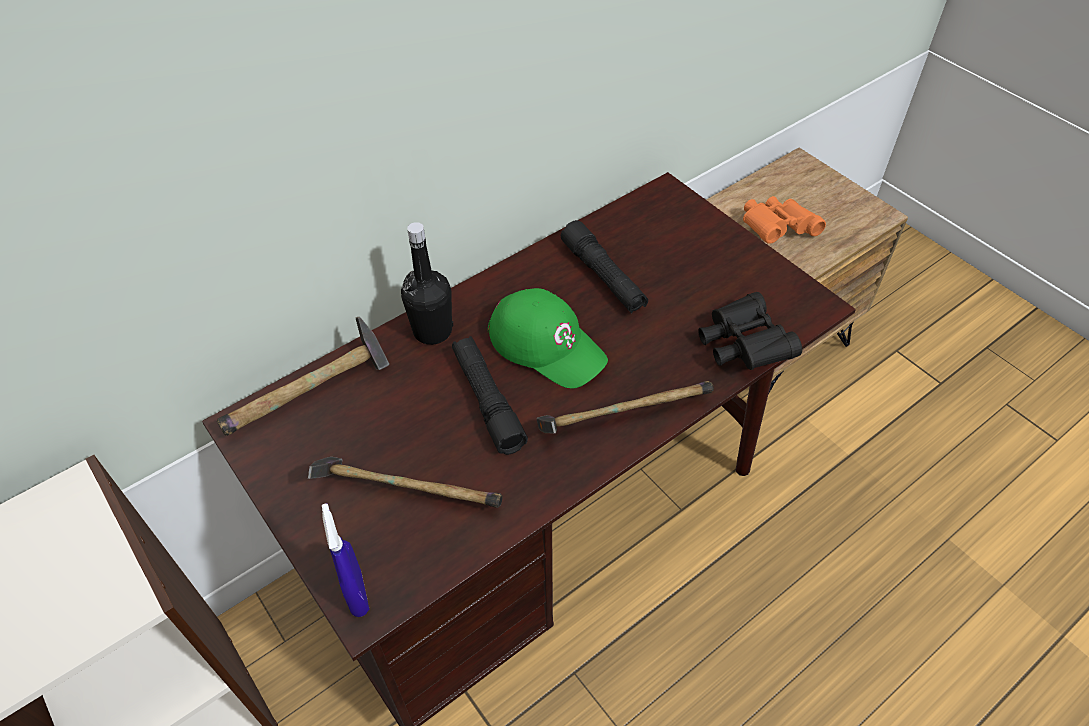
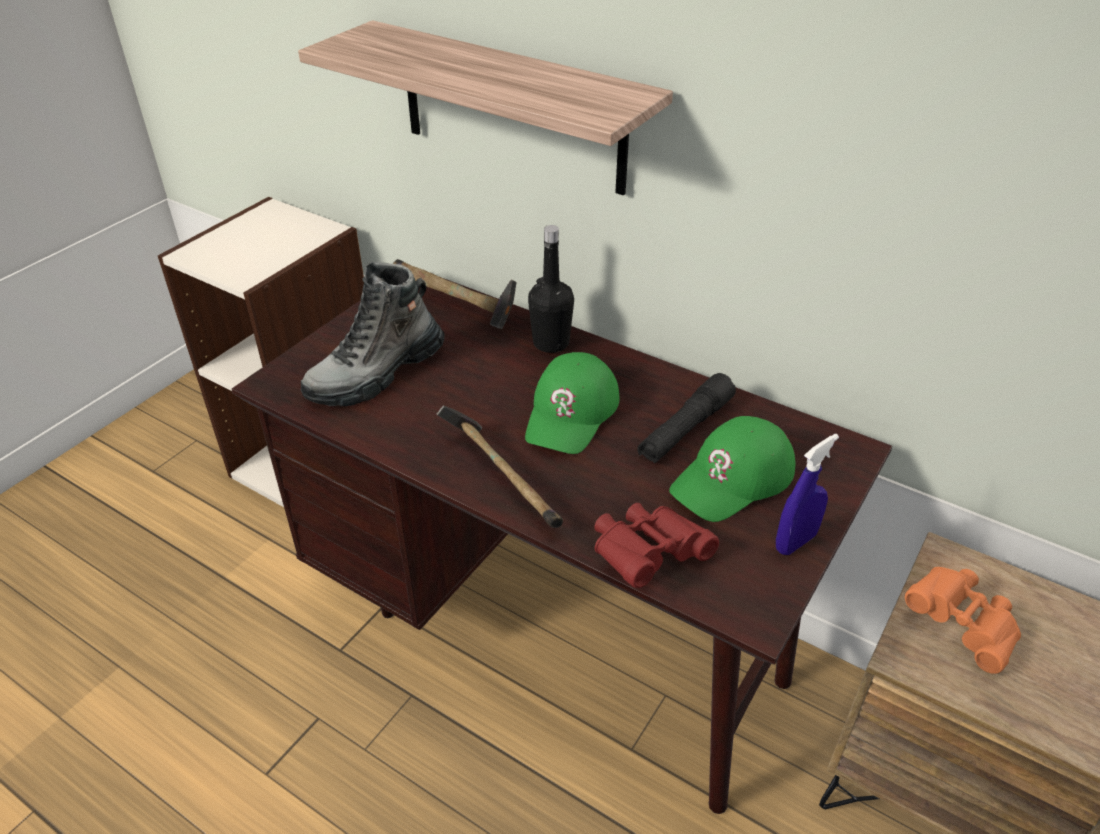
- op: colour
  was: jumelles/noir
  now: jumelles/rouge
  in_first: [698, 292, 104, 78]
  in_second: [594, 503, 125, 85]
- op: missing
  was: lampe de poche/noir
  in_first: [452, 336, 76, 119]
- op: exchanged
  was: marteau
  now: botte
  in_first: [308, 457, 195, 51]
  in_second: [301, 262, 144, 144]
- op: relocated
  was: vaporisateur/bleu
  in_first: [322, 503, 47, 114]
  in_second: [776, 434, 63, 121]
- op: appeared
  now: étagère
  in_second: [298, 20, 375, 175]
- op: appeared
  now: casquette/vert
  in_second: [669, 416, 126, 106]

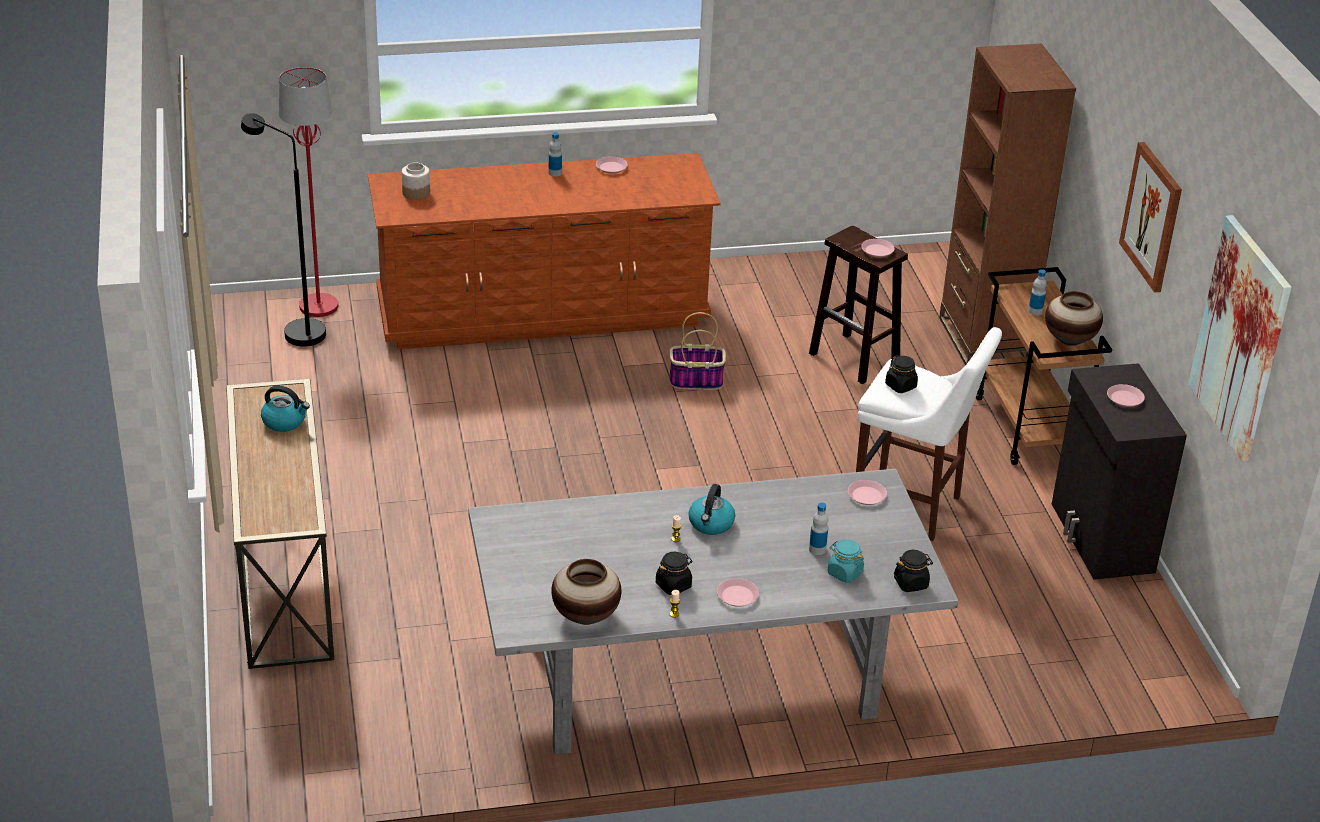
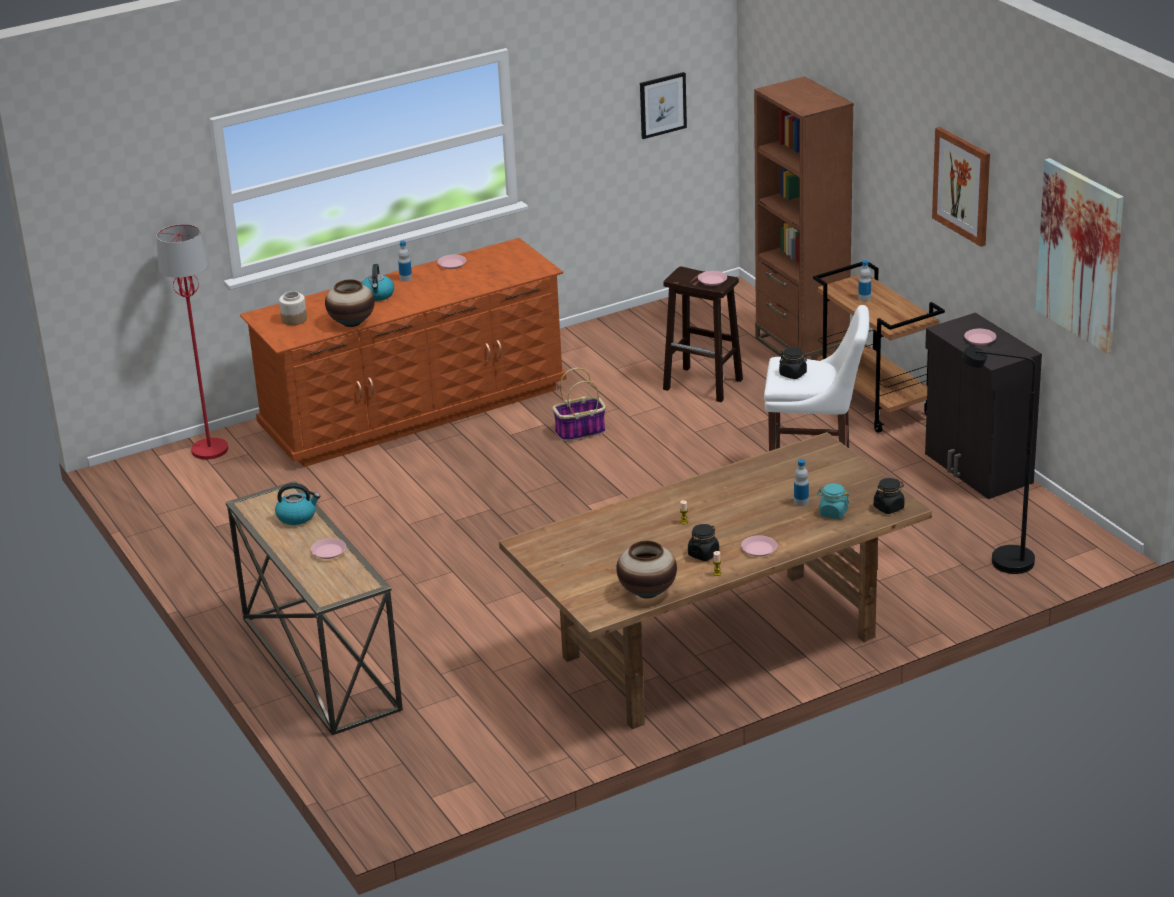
- op: relocated
  was: lampadaire/noir
  in_first: [241, 113, 85, 234]
  in_second: [962, 347, 73, 227]
- op: relocated
  was: vase
  in_first: [1045, 291, 58, 55]
  in_second: [325, 279, 50, 48]
- op: colour
  was: table à manger/gris
  now: table à manger/marron
  in_first: [468, 469, 490, 285]
  in_second: [499, 432, 433, 297]
- op: relocated
  was: assiette/rose
  in_first: [848, 480, 39, 25]
  in_second: [311, 538, 35, 21]
- op: relocated
  was: bouilloire
  in_first: [688, 484, 47, 51]
  in_second: [362, 264, 32, 37]
- op: appeared
  now: tableau
  in_second: [640, 72, 47, 67]

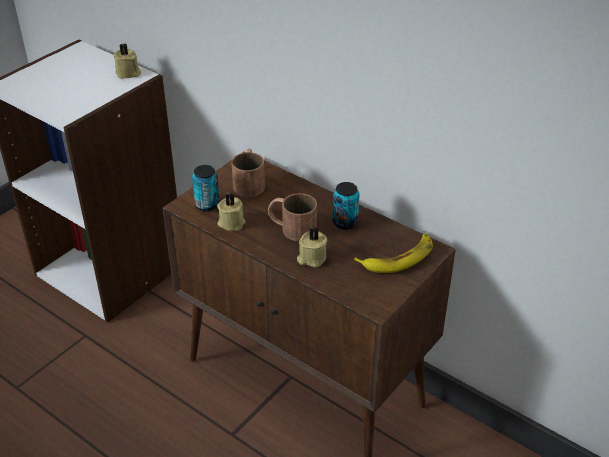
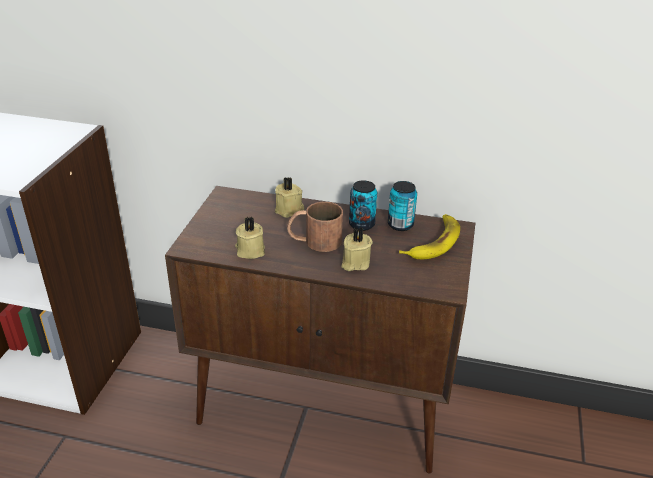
- op: relocated
  was: bougie/beige
  in_first: [113, 43, 28, 36]
  in_second: [275, 177, 29, 41]
- op: missing
  was: mug/marron
  in_first: [232, 149, 33, 48]
- op: relocated
  was: boîte métallique
  in_first: [192, 165, 28, 47]
  in_second: [388, 181, 29, 50]

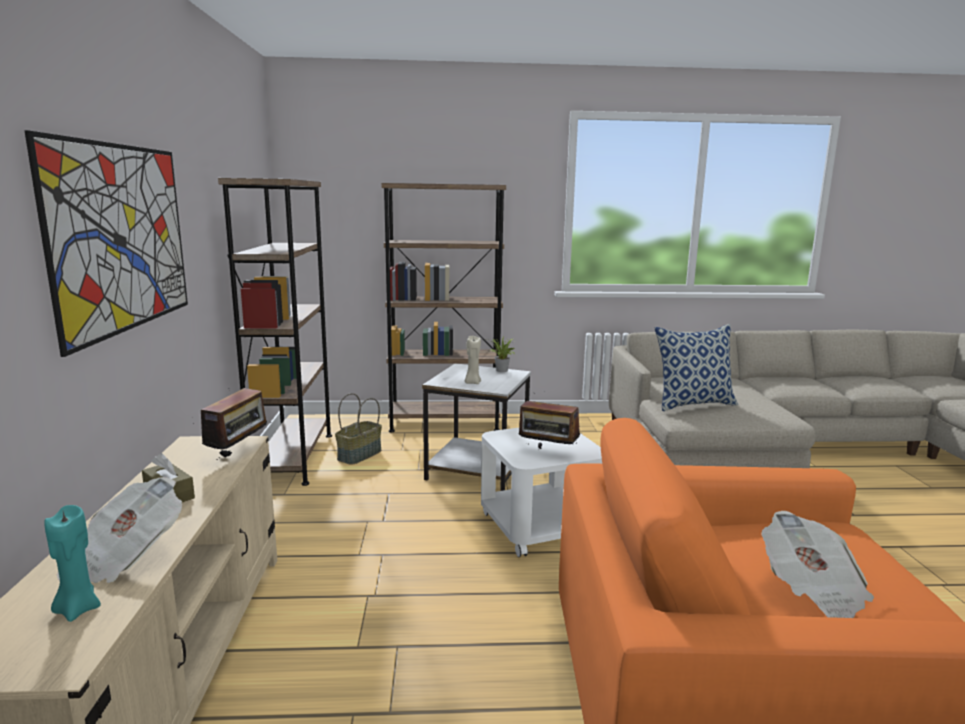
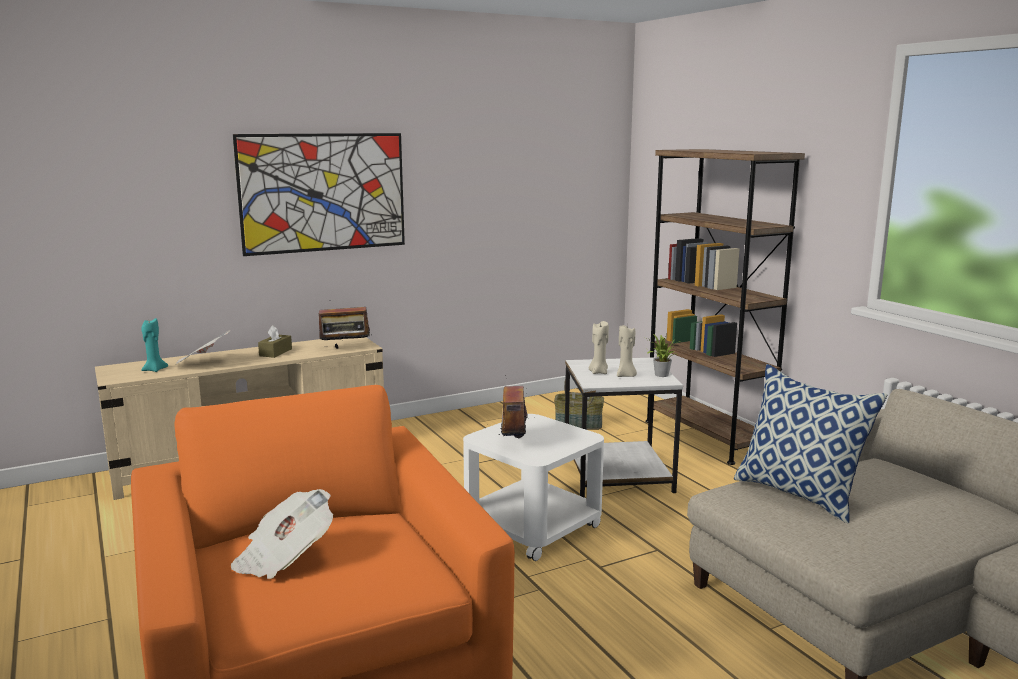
- op: missing
  was: bibliothèque/marron
  in_first: [218, 178, 114, 308]
- op: appeared
  now: bougie/beige
  in_second: [617, 324, 20, 53]

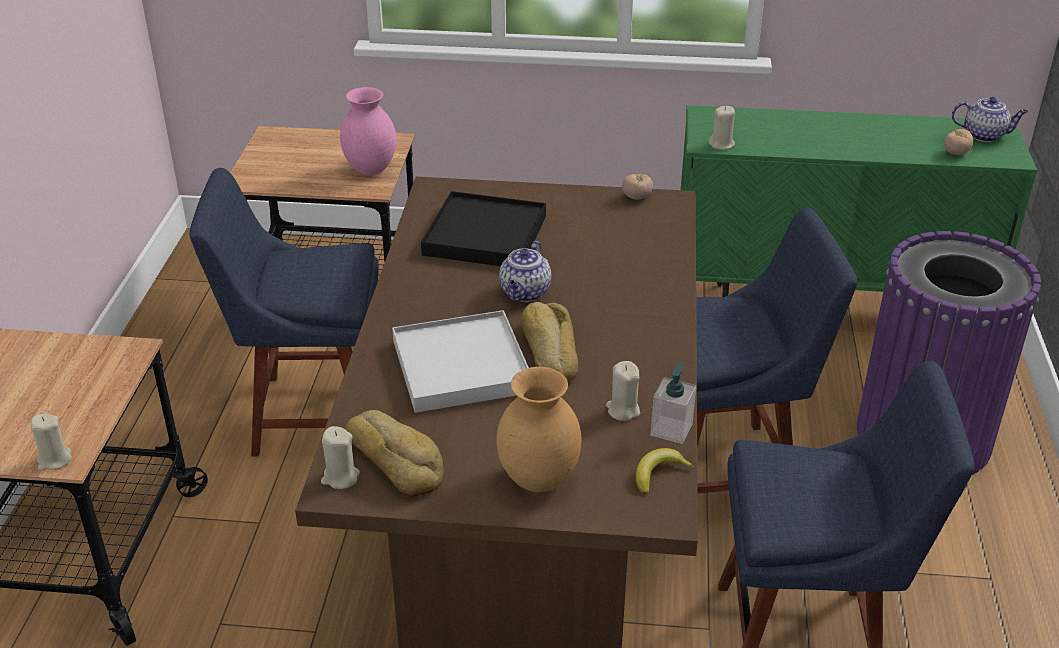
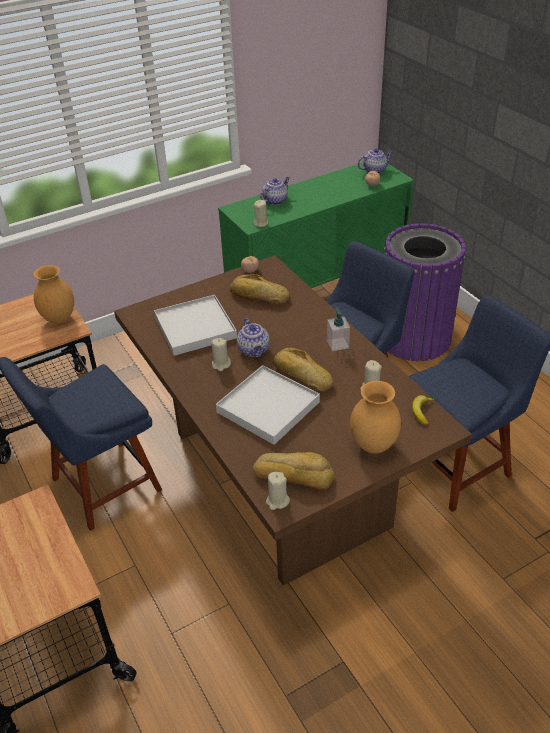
- op: colour
  was: vase/rose
  now: vase/marron
  in_first: [340, 87, 56, 88]
  in_second: [34, 265, 40, 59]
- op: colour
  was: plateau/noir
  now: plateau/blanc
  in_first: [421, 191, 125, 75]
  in_second: [154, 295, 83, 61]
- op: relocated
  was: distributeur de savon
  in_first: [651, 361, 45, 83]
  in_second: [327, 307, 23, 44]
- op: relocated
  was: bougie/beige
  in_first: [31, 414, 41, 56]
  in_second: [211, 338, 20, 33]
- op: appeared
  now: théière
  in_second: [260, 177, 30, 28]
- op: appeared
  now: pain
  in_second: [230, 274, 60, 31]

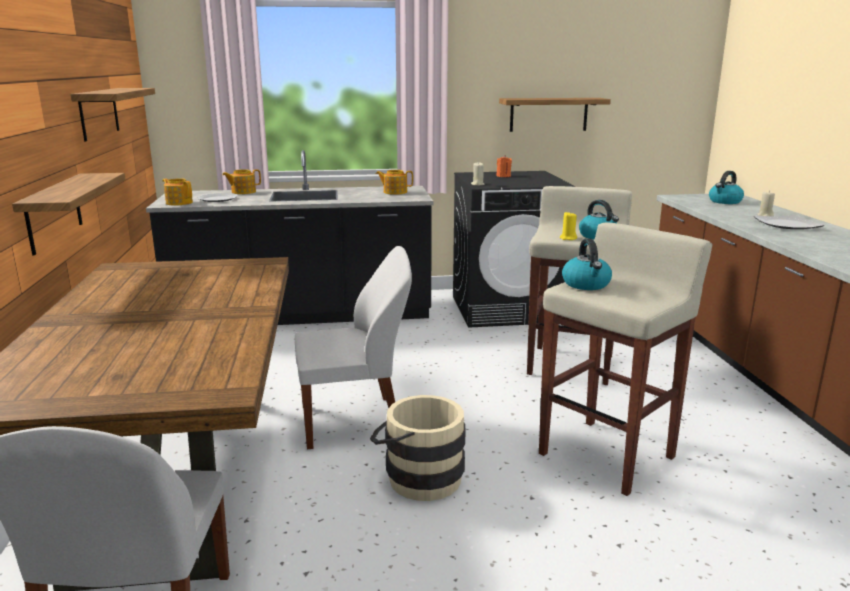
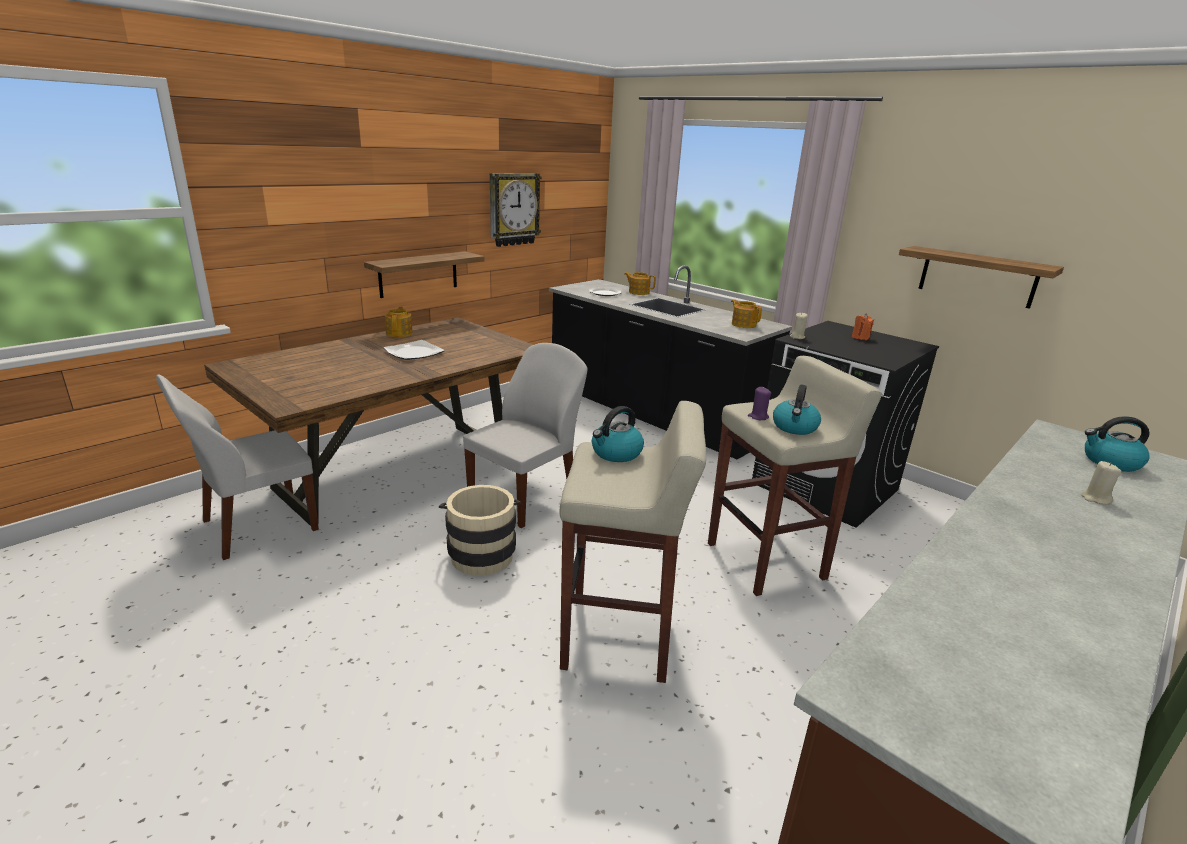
- op: exchanged
  was: étagère
  now: horloge murale
  in_first: [71, 88, 84, 53]
  in_second: [490, 173, 52, 74]
- op: relocated
  was: théière
  in_first: [163, 178, 30, 28]
  in_second: [385, 307, 28, 30]
- op: colour
  was: bougie/jaune
  now: bougie/violet
  in_first: [560, 211, 17, 29]
  in_second: [748, 387, 23, 33]
- op: relocated
  was: assiette
  in_first: [754, 215, 71, 14]
  in_second: [383, 340, 62, 20]
- op: spun
  was: chaise/blanc
  in_first: [295, 246, 117, 203]
  in_second: [463, 343, 124, 185]
  clockwise: -90

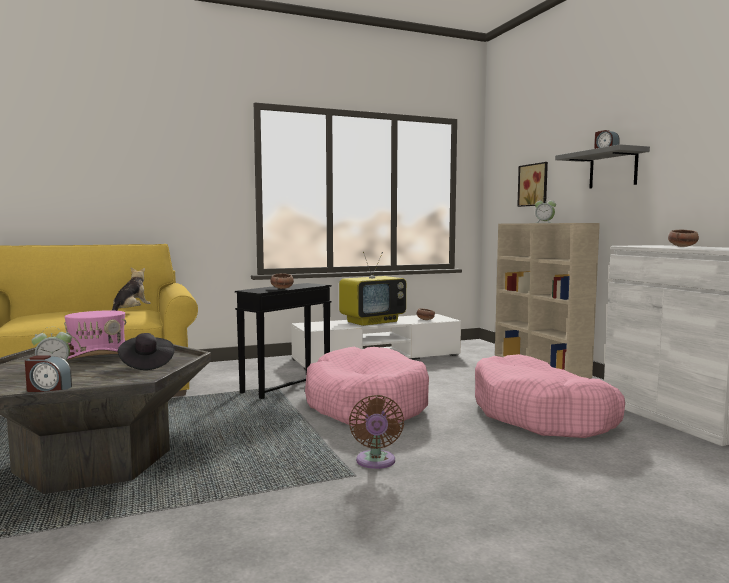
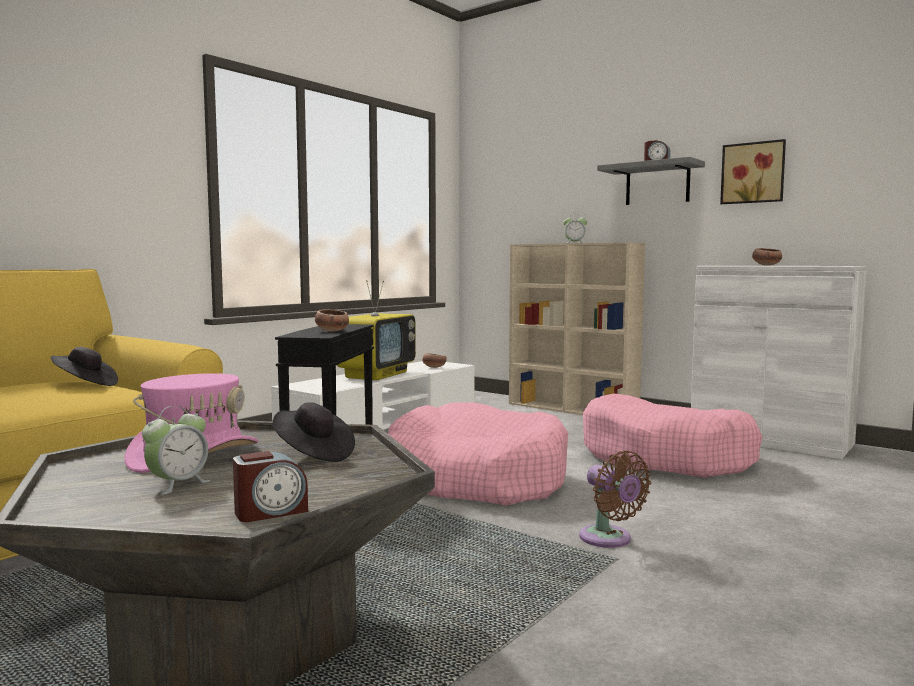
- op: relocated
  was: tableau
  in_first: [517, 162, 31, 45]
  in_second: [720, 139, 66, 65]
- op: exchanged
  was: peluche
  now: chapeau/noir
  in_first: [112, 267, 39, 44]
  in_second: [51, 347, 67, 39]

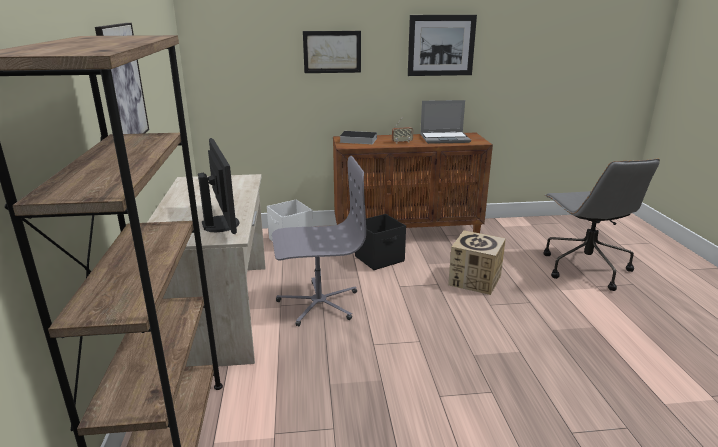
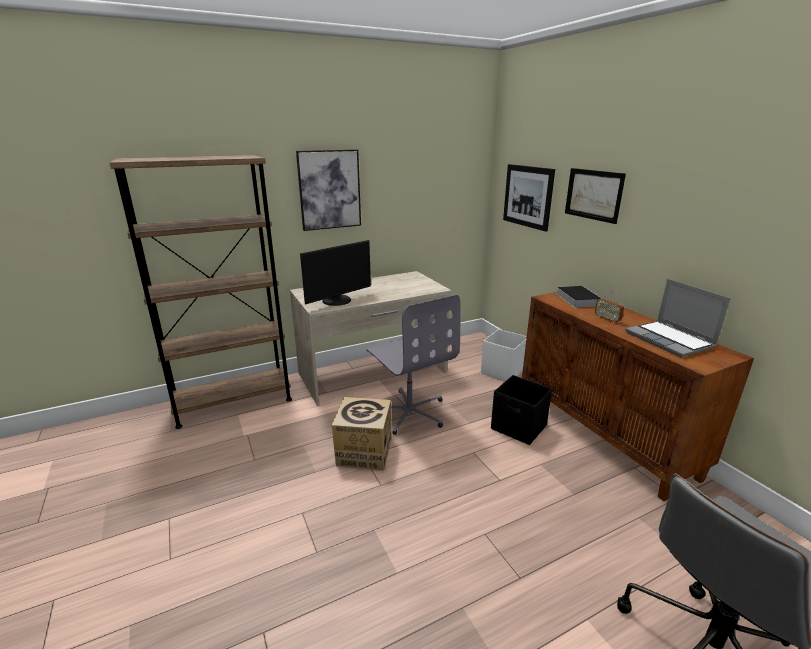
- op: relocated
  was: tableau
  in_first: [408, 15, 69, 61]
  in_second: [503, 164, 52, 68]
- op: relocated
  was: carton
  in_first: [448, 230, 58, 65]
  in_second: [332, 397, 59, 74]

